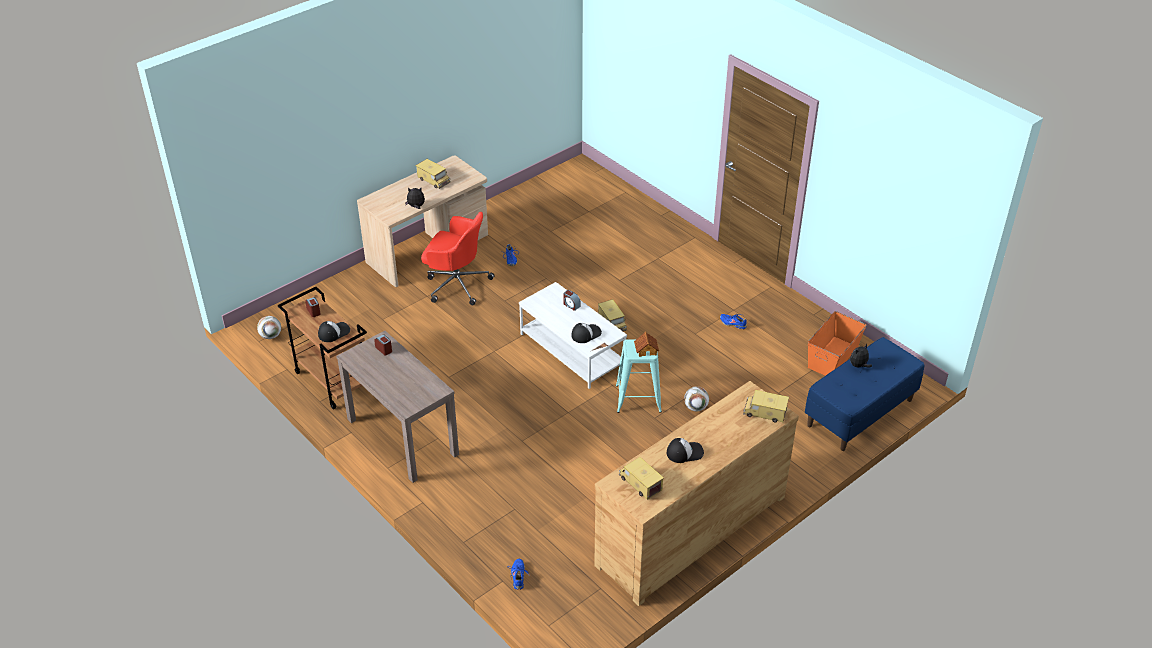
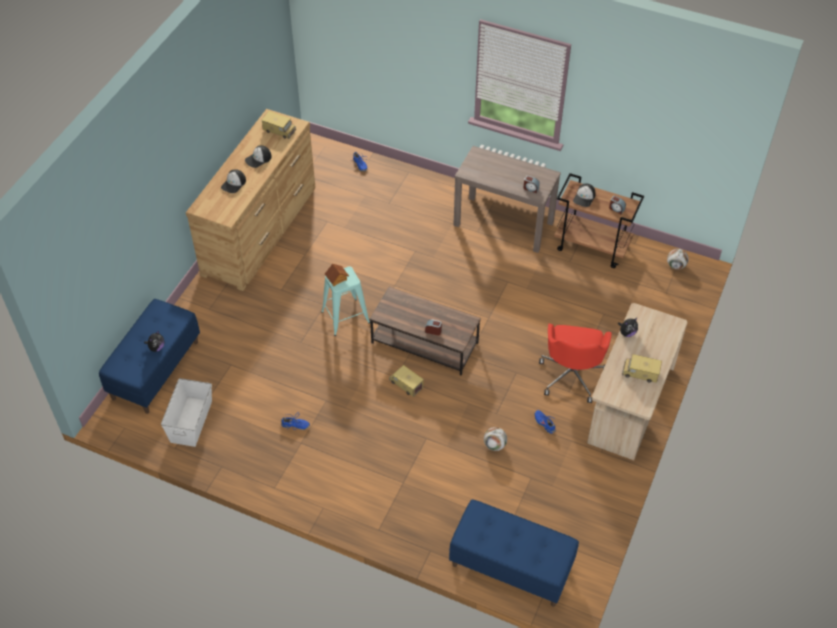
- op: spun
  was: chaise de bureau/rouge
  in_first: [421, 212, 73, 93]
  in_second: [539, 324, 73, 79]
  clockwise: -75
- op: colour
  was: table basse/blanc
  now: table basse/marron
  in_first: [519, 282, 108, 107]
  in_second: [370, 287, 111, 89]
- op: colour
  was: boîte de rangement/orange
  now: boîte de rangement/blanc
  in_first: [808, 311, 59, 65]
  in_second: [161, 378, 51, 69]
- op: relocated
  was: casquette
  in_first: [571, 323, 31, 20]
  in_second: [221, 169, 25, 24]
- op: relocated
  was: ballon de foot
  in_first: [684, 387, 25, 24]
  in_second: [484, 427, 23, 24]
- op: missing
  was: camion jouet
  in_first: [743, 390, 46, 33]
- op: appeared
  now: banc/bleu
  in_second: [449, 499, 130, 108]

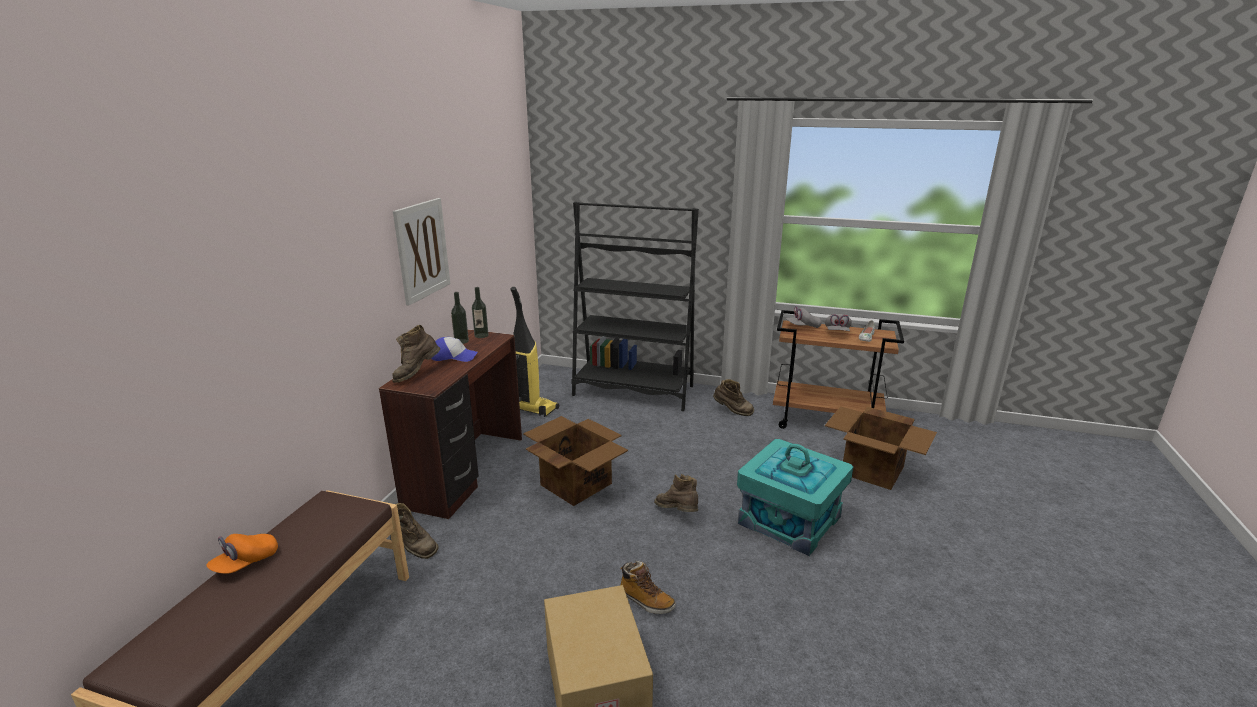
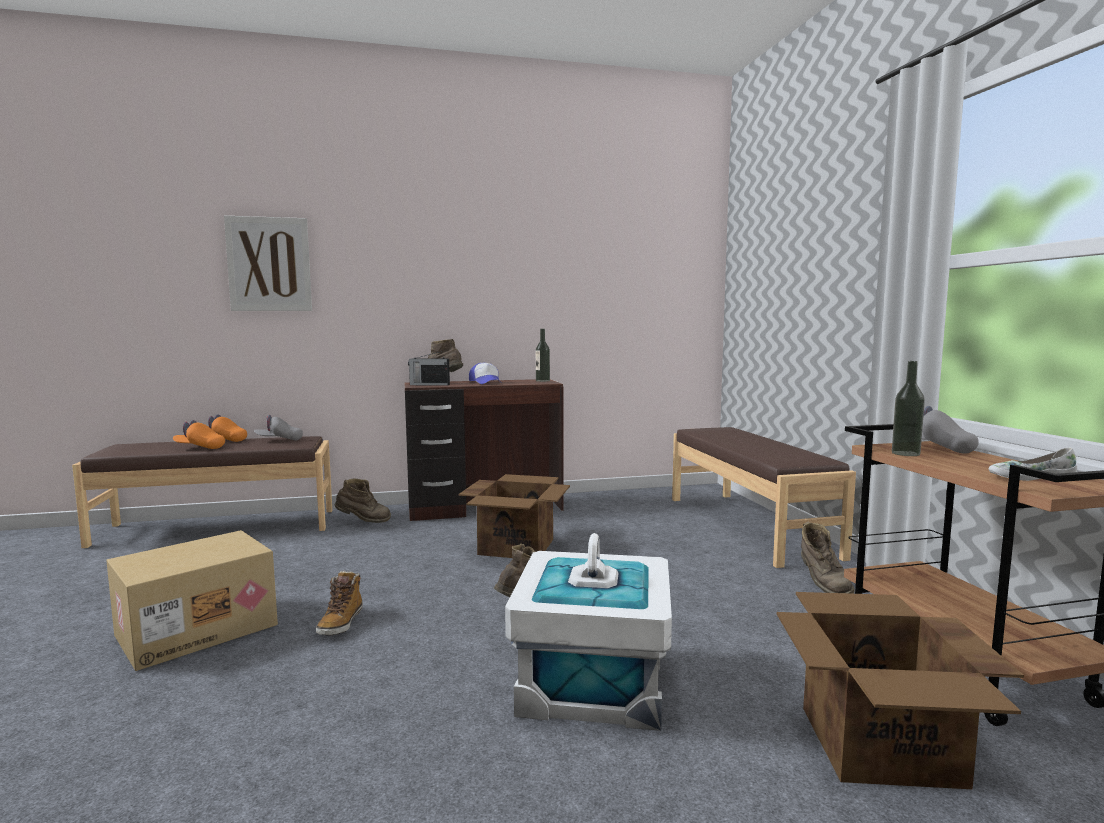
- op: relocated
  was: tableau
  in_first: [393, 198, 57, 108]
  in_second: [224, 216, 88, 95]
- op: exchanged
  was: bibliothèque/noir
  now: banc/marron
  in_first: [572, 202, 127, 209]
  in_second: [672, 427, 184, 141]
- op: missing
  was: aspirateur
  in_first: [510, 287, 49, 130]
- op: relocated
  was: bouteille
  in_first: [451, 292, 18, 52]
  in_second: [892, 361, 33, 95]
- op: relocated
  was: casquette/gris
  in_first: [825, 314, 27, 17]
  in_second: [254, 415, 49, 25]
- op: colour
  was: boîte de rangement/turquoise
  now: boîte de rangement/blanc
  in_first: [737, 439, 116, 117]
  in_second: [505, 533, 167, 198]
- op: spun
  was: botte/marron
  in_first: [396, 503, 42, 56]
  in_second: [335, 478, 56, 45]
  clockwise: -105
- op: appeared
  now: radio
  in_second: [408, 351, 42, 35]
- op: appeared
  now: casquette/orange
  in_second: [173, 420, 52, 29]

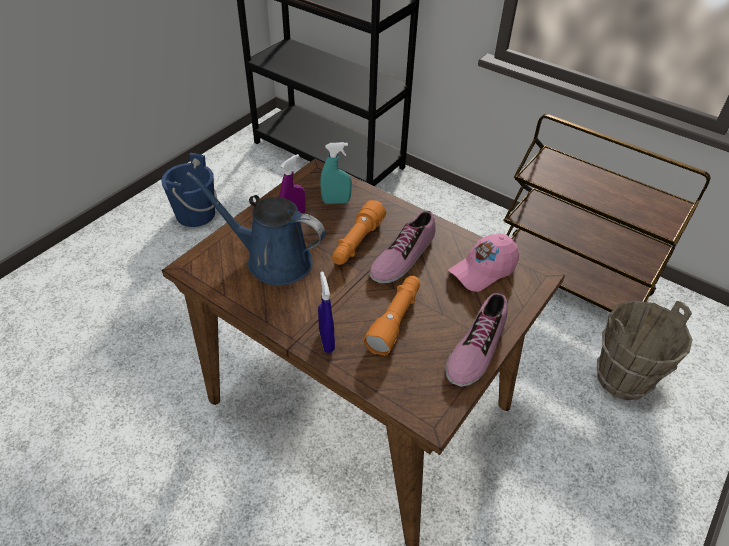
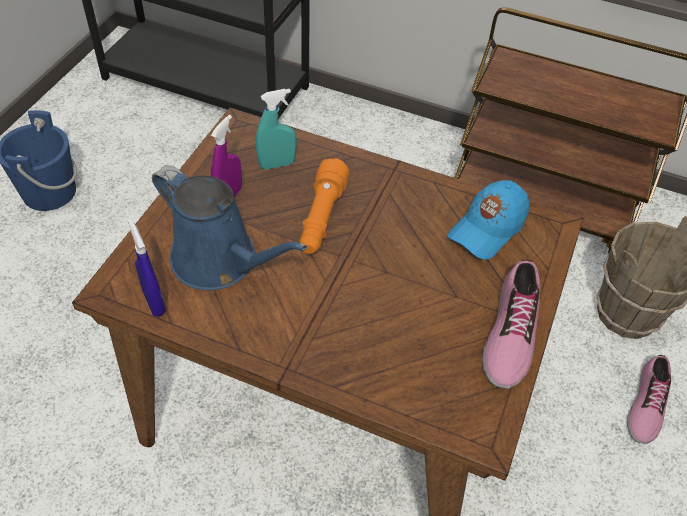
- op: spun
  was: arrosoir/bleu
  in_first: [186, 172, 140, 113]
  in_second: [152, 165, 155, 125]
  clockwise: -150
- op: relocated
  was: chaussure
  in_first: [370, 211, 66, 72]
  in_second: [627, 355, 44, 89]
- op: colour
  was: casquette/rose
  now: casquette/bleu
  in_first: [448, 234, 71, 58]
  in_second: [447, 180, 82, 79]
- op: relocated
  was: vaporisateur/bleu
  in_first: [318, 271, 17, 82]
  in_second: [128, 219, 38, 98]
- op: missing
  was: lampe de poche/orange
  in_first: [363, 276, 57, 80]

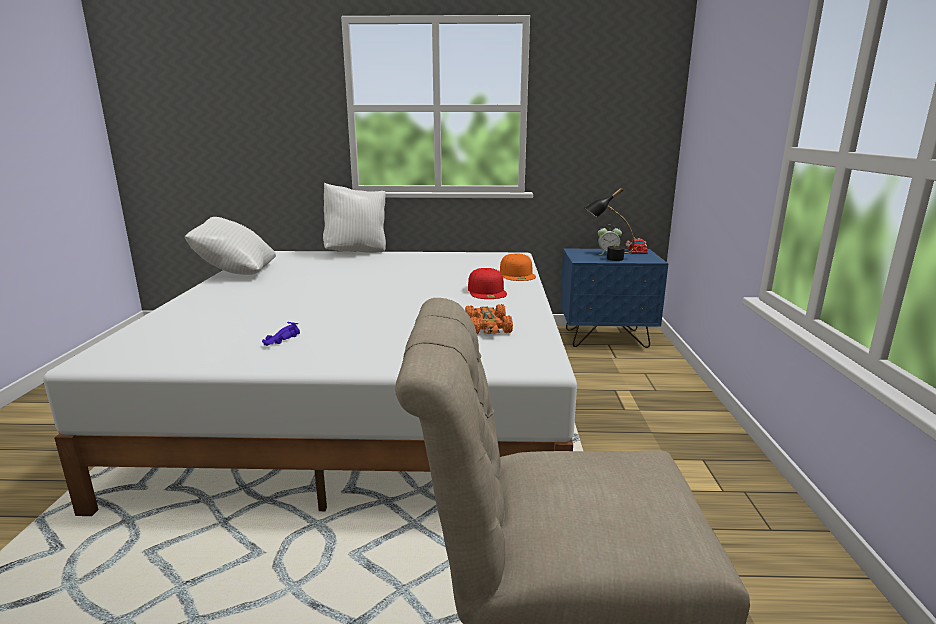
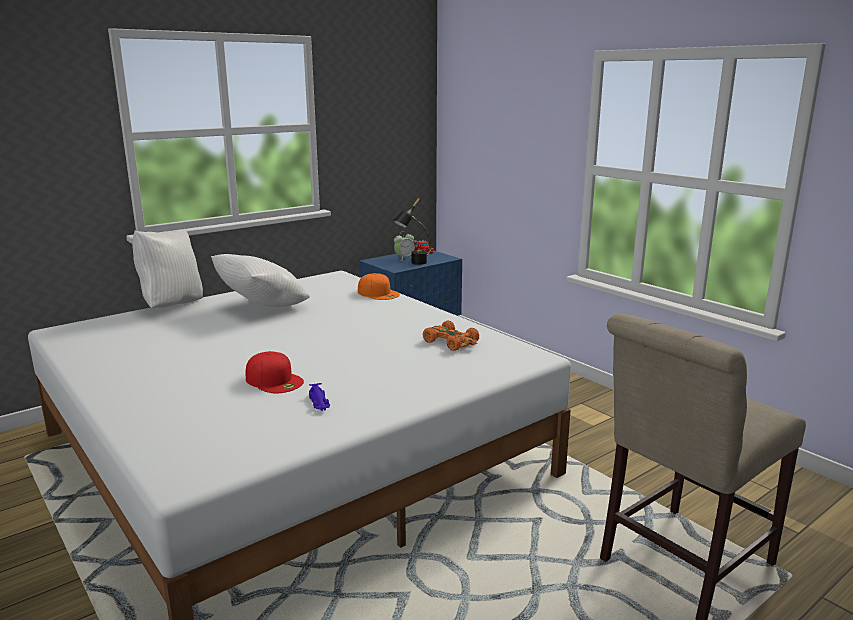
- op: relocated
  was: coussin/blanc
  in_first: [185, 217, 91, 58]
  in_second: [211, 254, 99, 53]
- op: relocated
  was: casquette/rouge
  in_first: [468, 268, 39, 31]
  in_second: [246, 351, 58, 42]

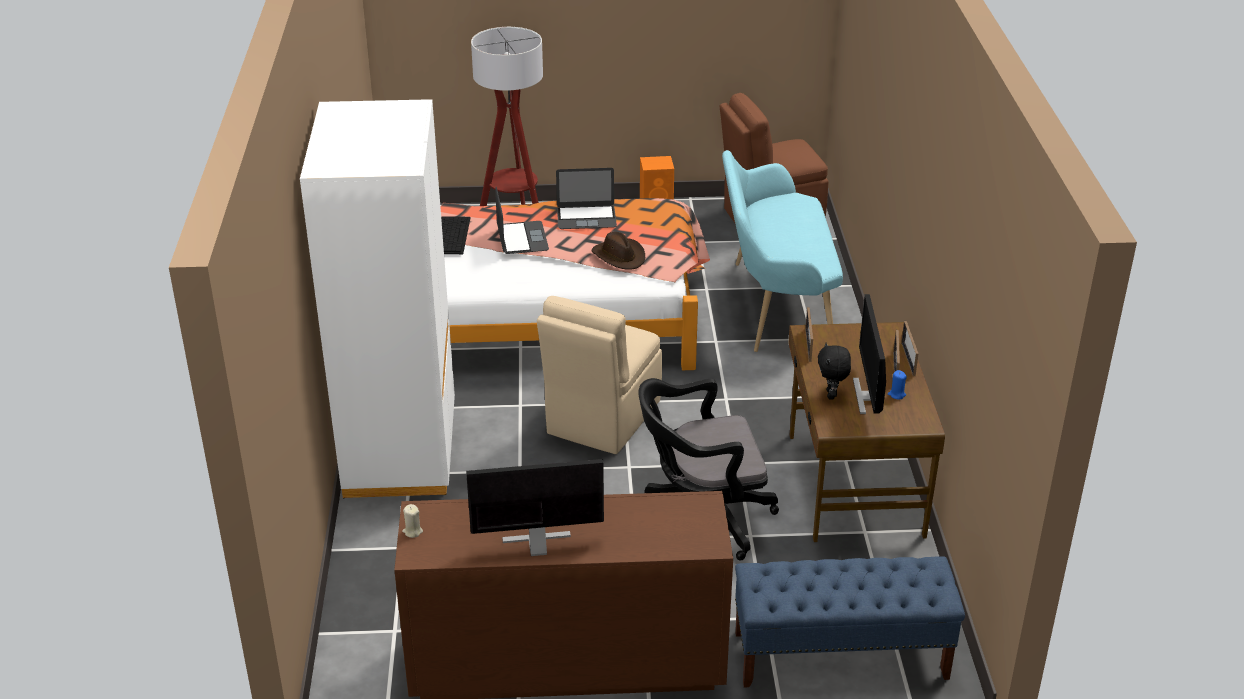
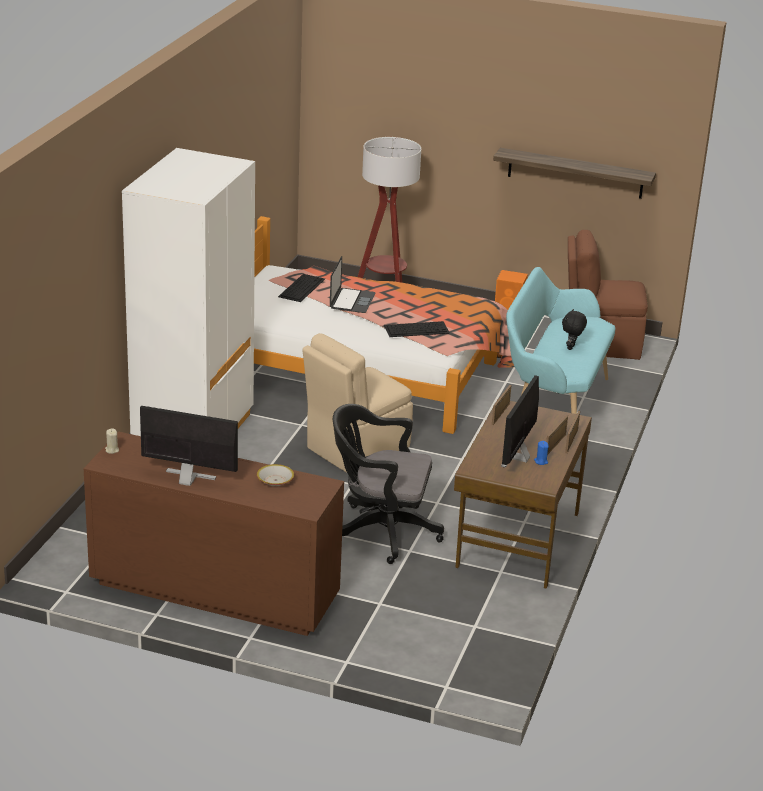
- op: missing
  was: ordinateur portable
  in_first: [556, 168, 61, 61]
- op: exchanged
  was: chapeau/marron
  now: clavier
  in_first: [592, 232, 53, 37]
  in_second: [384, 321, 66, 16]
- op: relocated
  was: peluche/noir
  in_first: [818, 342, 33, 58]
  in_second: [562, 309, 25, 41]
- op: missing
  was: banc/bleu
  in_first: [735, 556, 230, 132]
- op: appeared
  now: étagère
  in_second: [493, 148, 163, 51]
- op: appeared
  now: bol
  in_second: [257, 464, 37, 22]

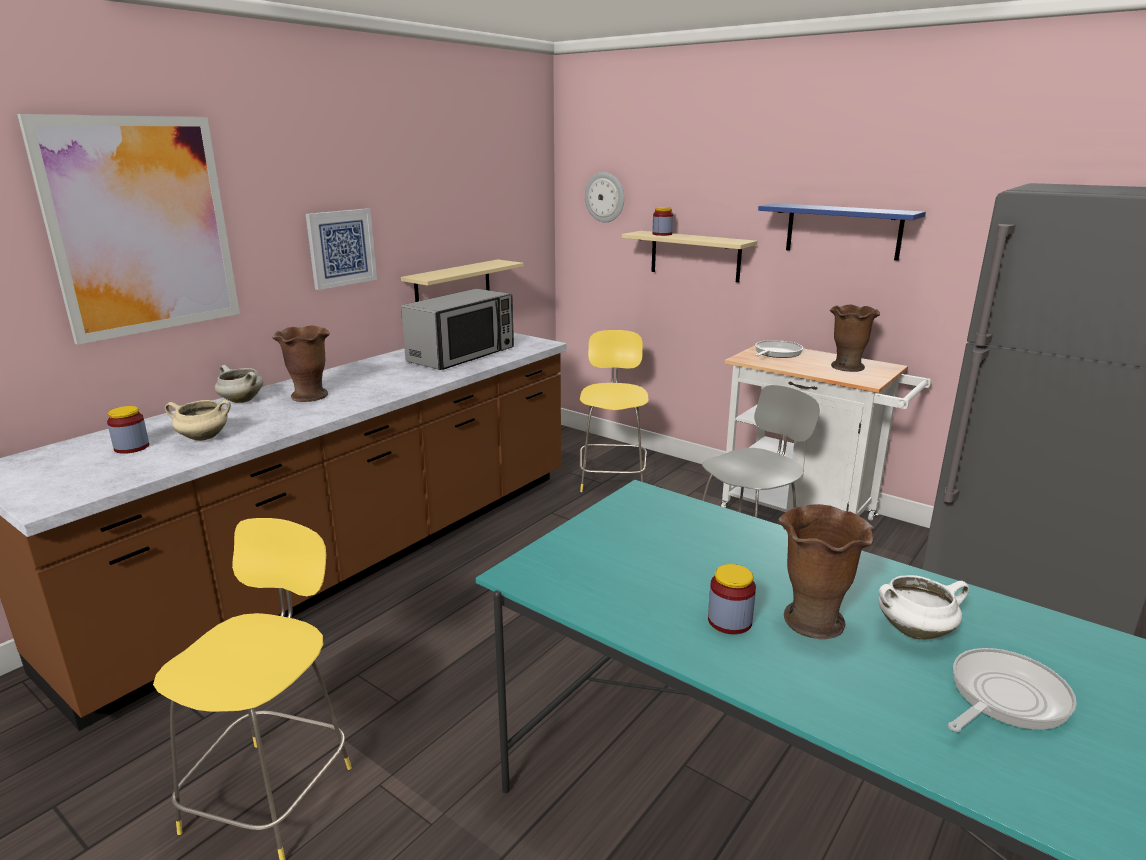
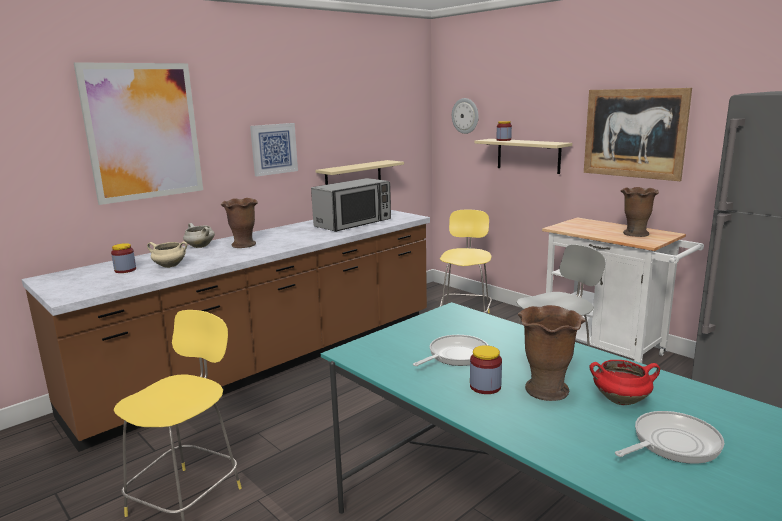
- op: exchanged
  was: étagère/bleu
  now: tableau
  in_first: [758, 203, 168, 58]
  in_second: [584, 88, 108, 93]
- op: relocated
  was: poêle
  in_first: [755, 340, 48, 18]
  in_second: [413, 335, 76, 31]
- op: colour
  was: marmite/blanc
  now: marmite/rouge
  in_first: [879, 575, 90, 65]
  in_second: [590, 360, 70, 45]

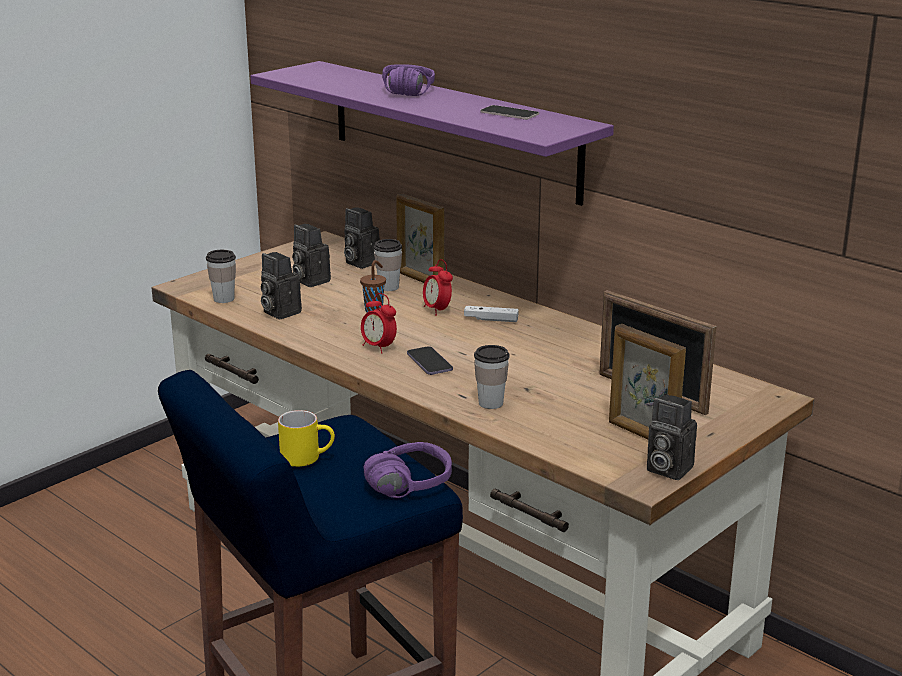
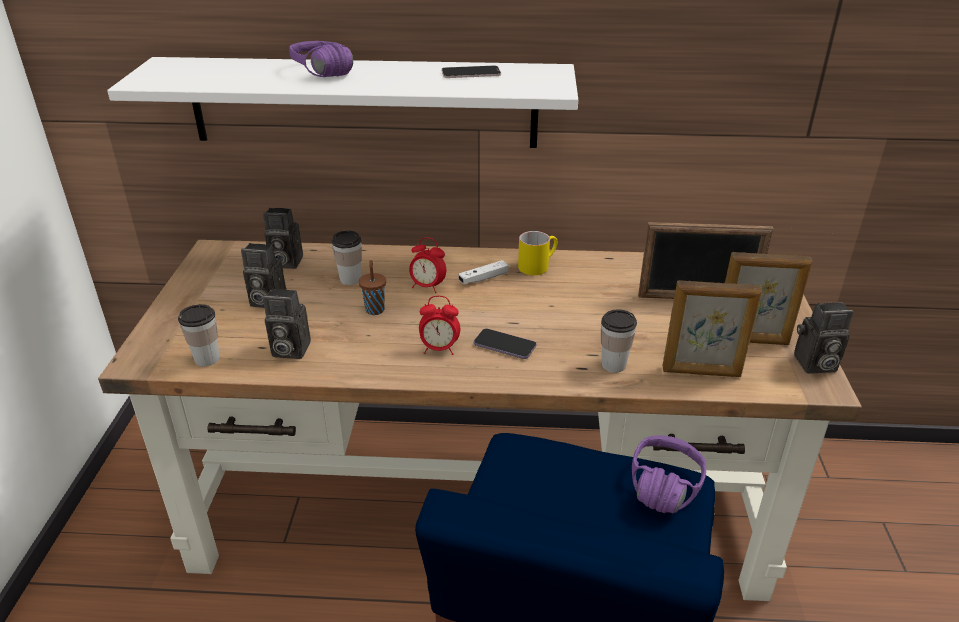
- op: colour
  was: étagère/violet
  now: étagère/blanc
  in_first: [250, 61, 364, 145]
  in_second: [107, 57, 471, 91]
- op: relocated
  was: cadre photo
  in_first: [396, 194, 48, 89]
  in_second: [662, 280, 100, 97]
- op: relocated
  was: mug/jaune
  in_first: [278, 410, 57, 57]
  in_second: [518, 231, 40, 44]

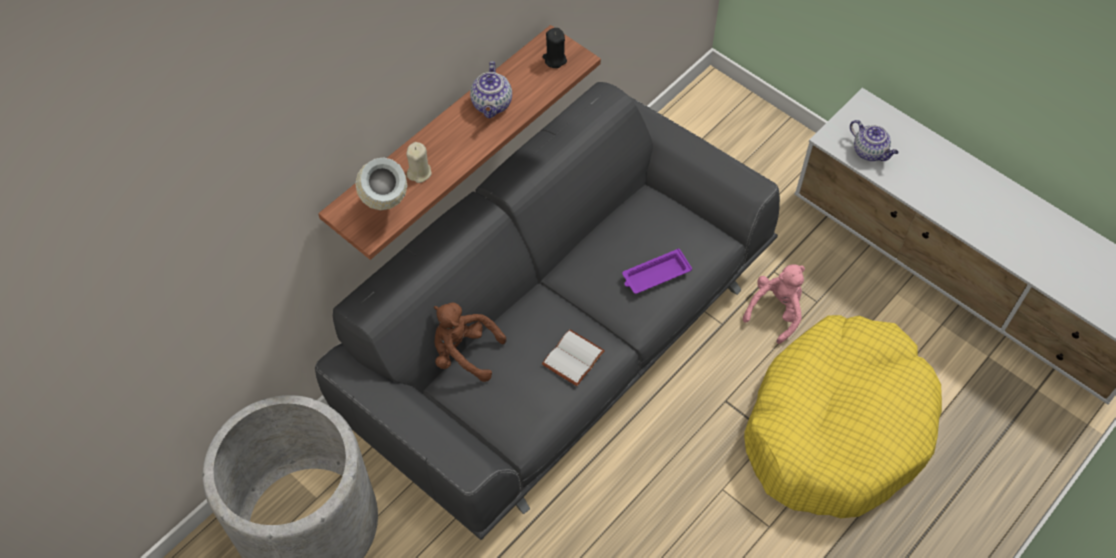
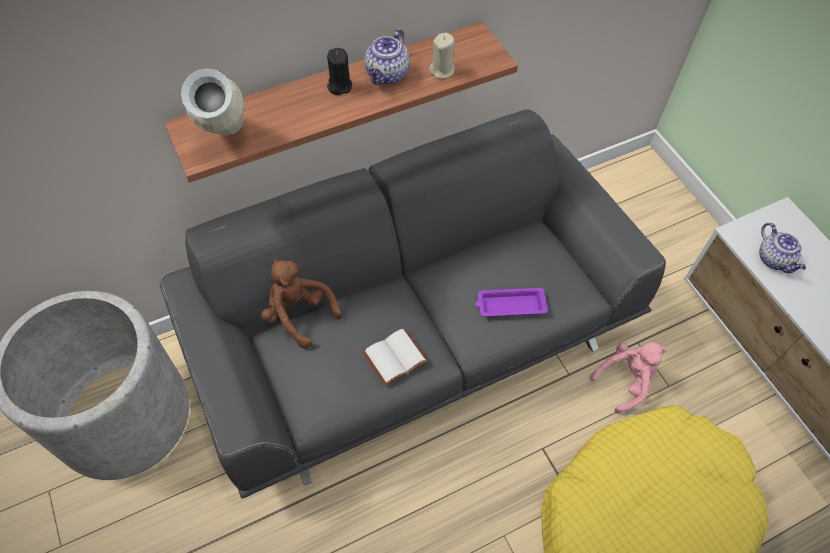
- op: relocated
  was: bougie/noir
  in_first: [543, 28, 24, 40]
  in_second: [327, 48, 25, 47]
- op: relocated
  was: bougie/beige
  in_first: [406, 142, 26, 41]
  in_second: [429, 33, 26, 46]

